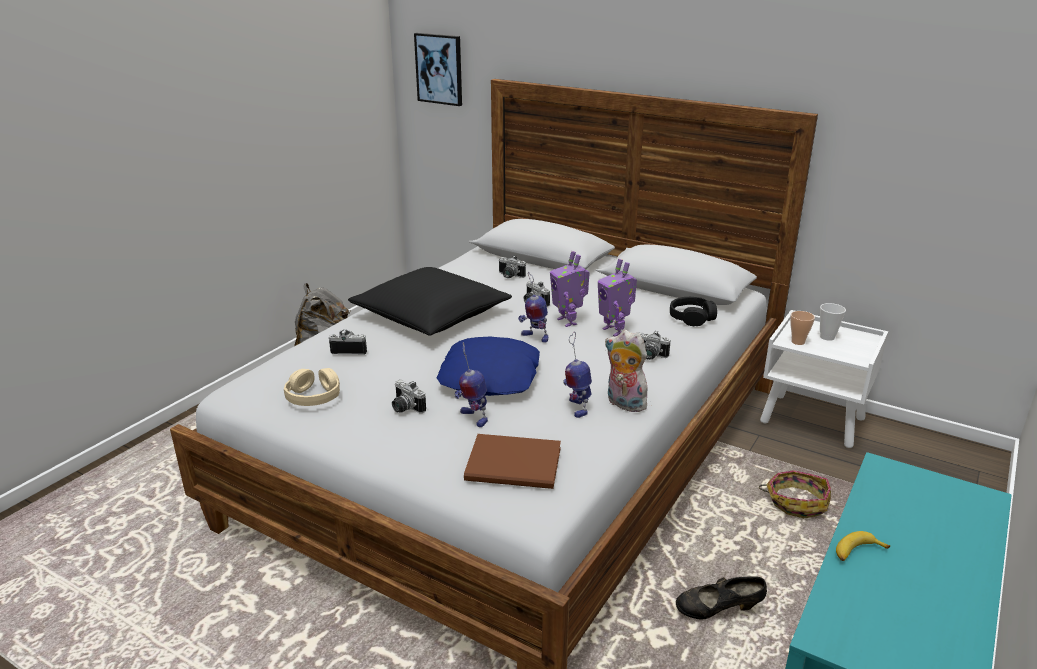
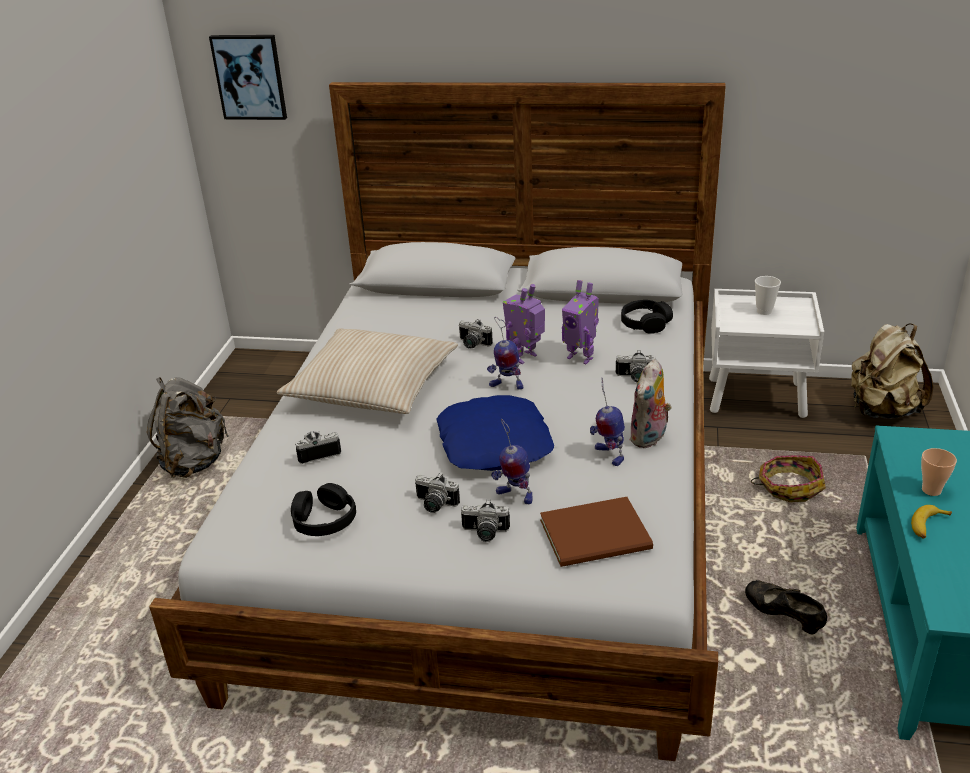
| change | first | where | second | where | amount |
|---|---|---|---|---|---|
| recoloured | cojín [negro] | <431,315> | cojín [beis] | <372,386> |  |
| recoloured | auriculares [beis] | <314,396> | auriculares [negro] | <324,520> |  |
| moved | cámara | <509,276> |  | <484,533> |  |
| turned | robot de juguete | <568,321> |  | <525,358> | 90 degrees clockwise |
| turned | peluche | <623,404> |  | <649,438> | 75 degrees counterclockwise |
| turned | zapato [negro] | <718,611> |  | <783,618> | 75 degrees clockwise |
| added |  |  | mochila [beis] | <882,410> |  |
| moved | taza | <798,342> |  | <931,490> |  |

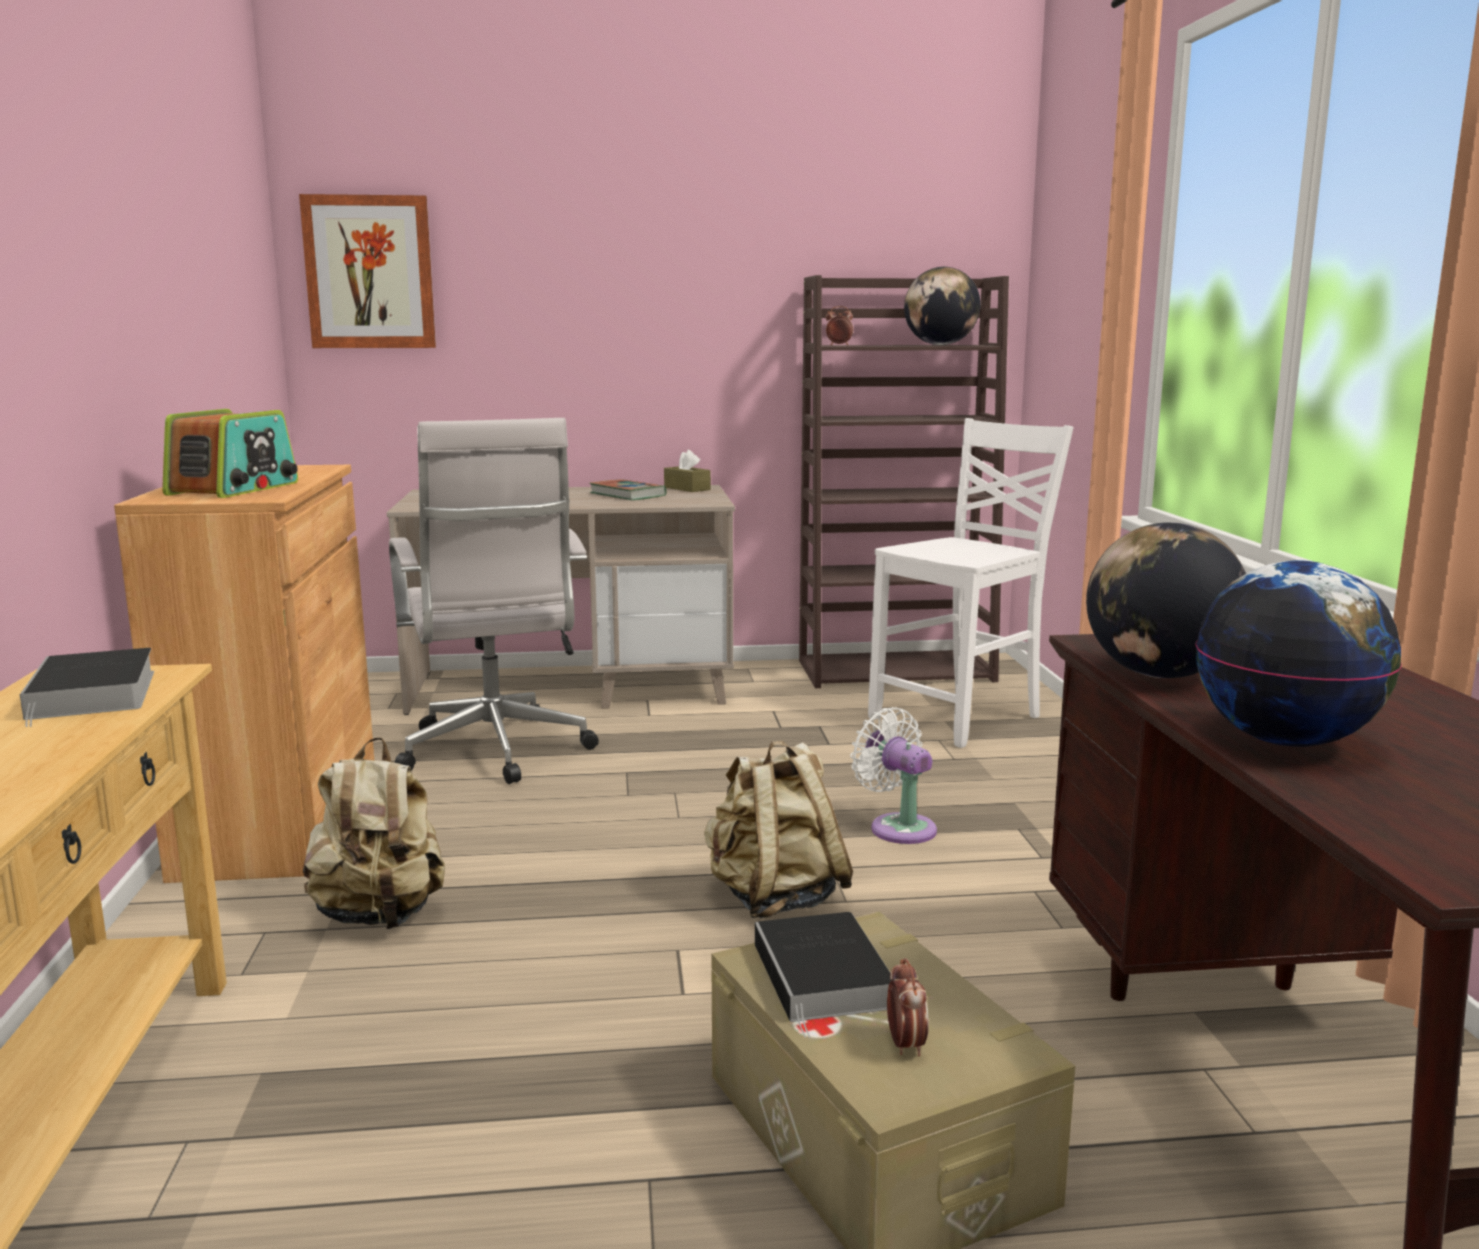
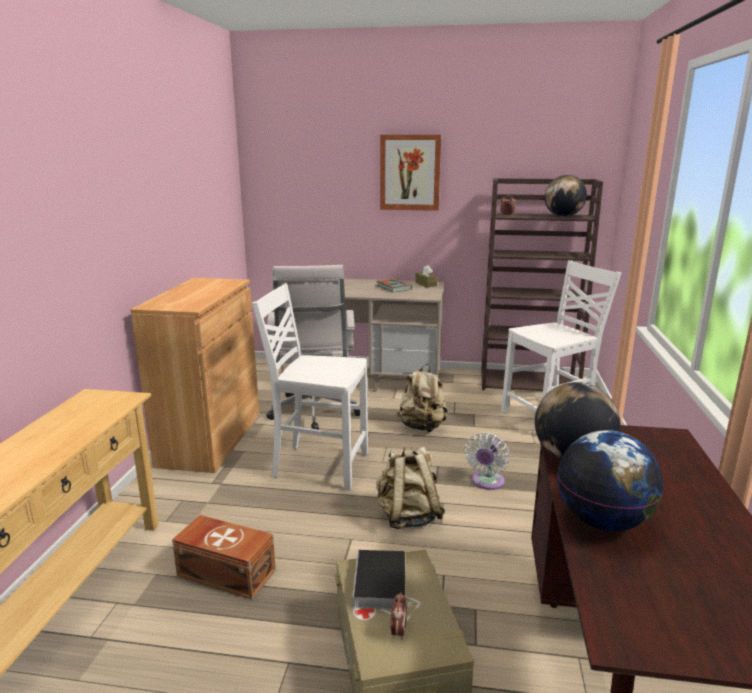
| change | first | where | second | where | amount |
|---|---|---|---|---|---|
| added |  |  | caja de almacenaje [marrón] | <226,572> |  |
| added |  |  | silla [blanco] | <319,465> |  |
| moved | cuadro | <369,272> |  | <410,172> |  |
| moved | mochila [beis] | <380,916> |  | <422,427> |  |
| turned | ventilador [blanco] | <898,827> |  | <487,482> | 135 degrees counterclockwise |
| removed | libro | <93,695> |  |  |  |
| removed | radio | <235,489> |  |  |  |

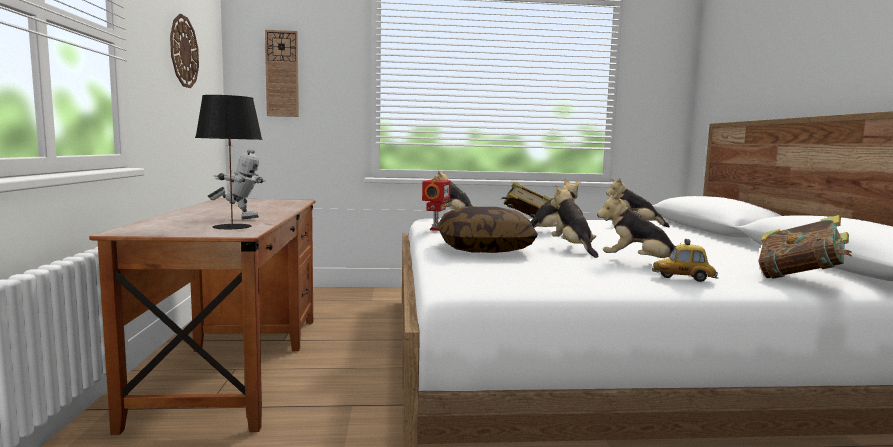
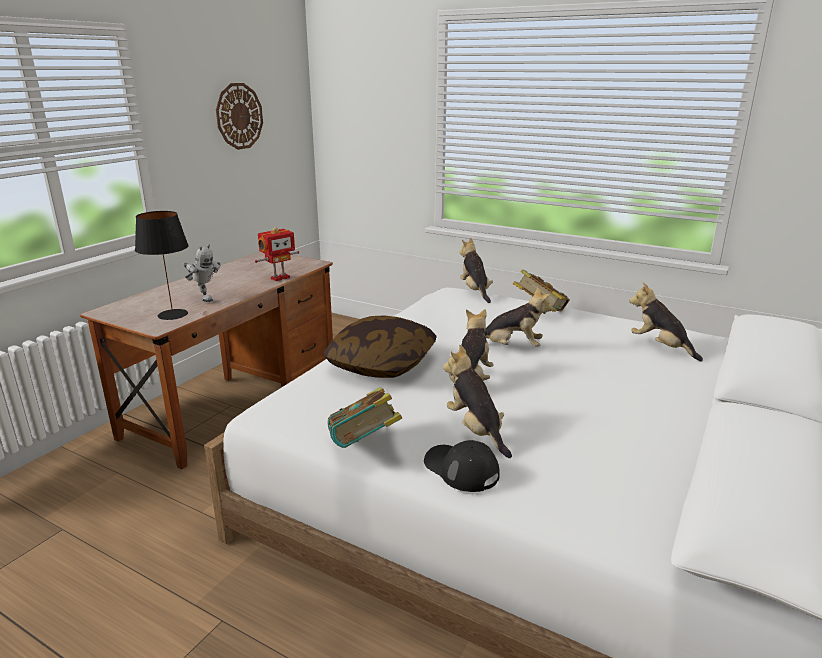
| change | first | where | second | where | amount |
|---|---|---|---|---|---|
| moved | robot de juguete | <436,229> |  | <279,278> |  |
| moved | libro | <799,279> |  | <364,446> |  |
| replaced | coche de juguete | <683,278> | gorra [negro] | <461,469> |  |
| removed | reloj de pared | <282,74> |  |  |  |

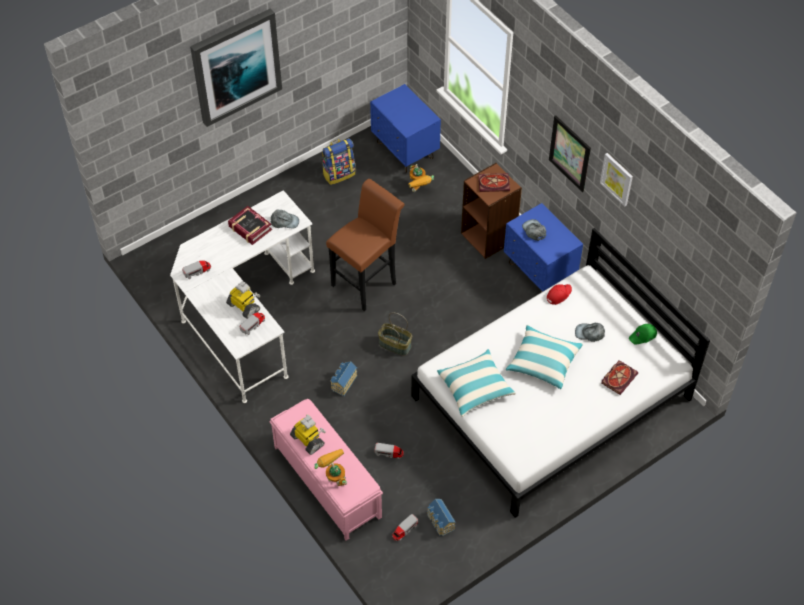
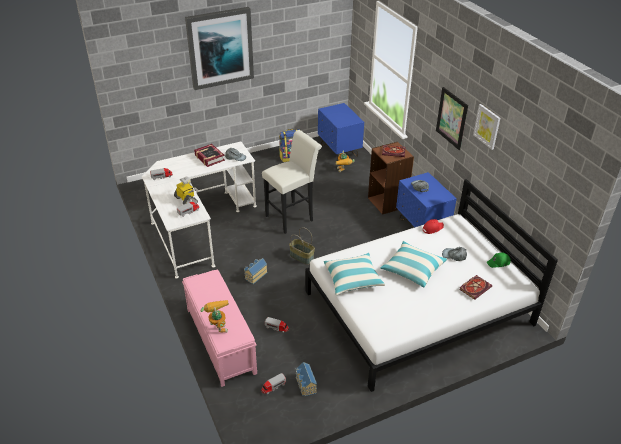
| change | first | where | second | where | amount |
|---|---|---|---|---|---|
| recoloured | taburete [marrón] | <367,282> | taburete [blanco] | <292,217> |  |
| removed | robot de juguete | <308,440> |  |  |  |

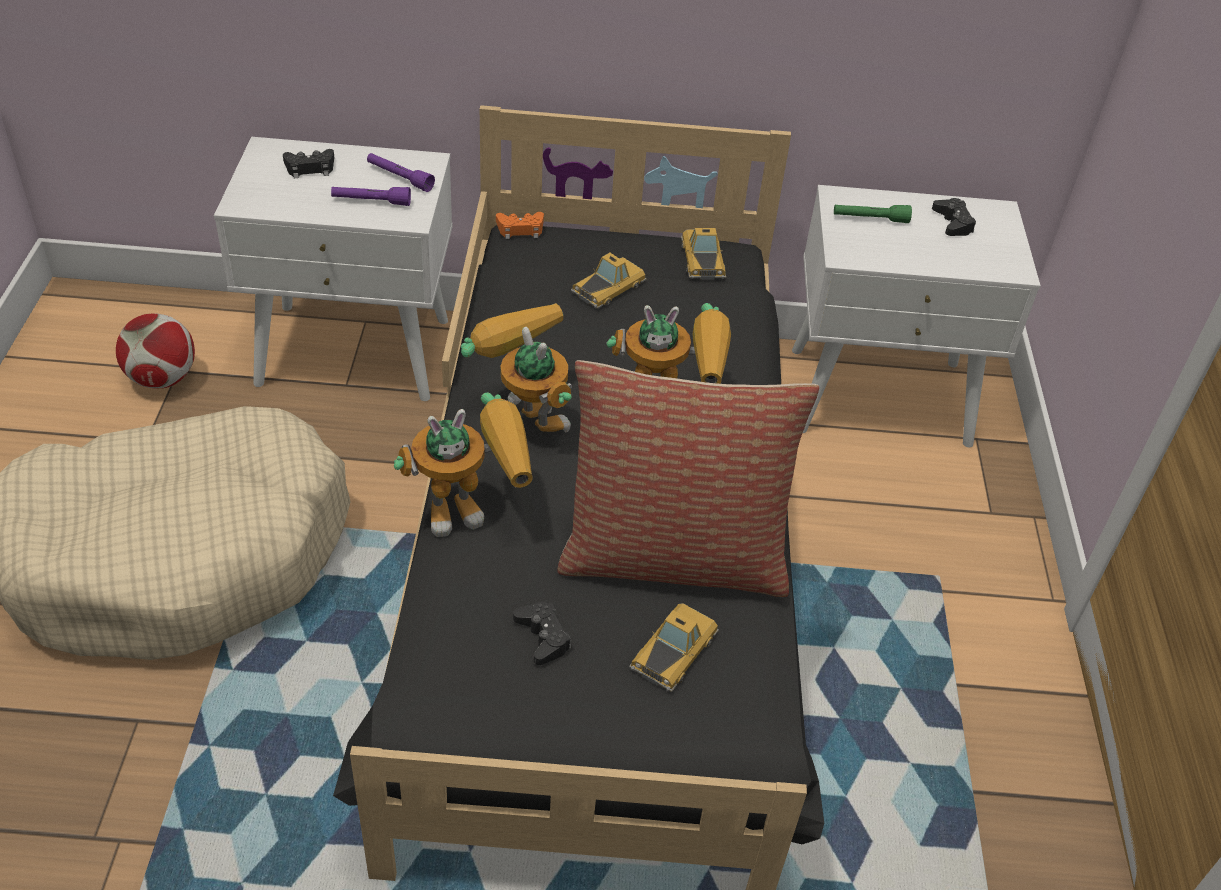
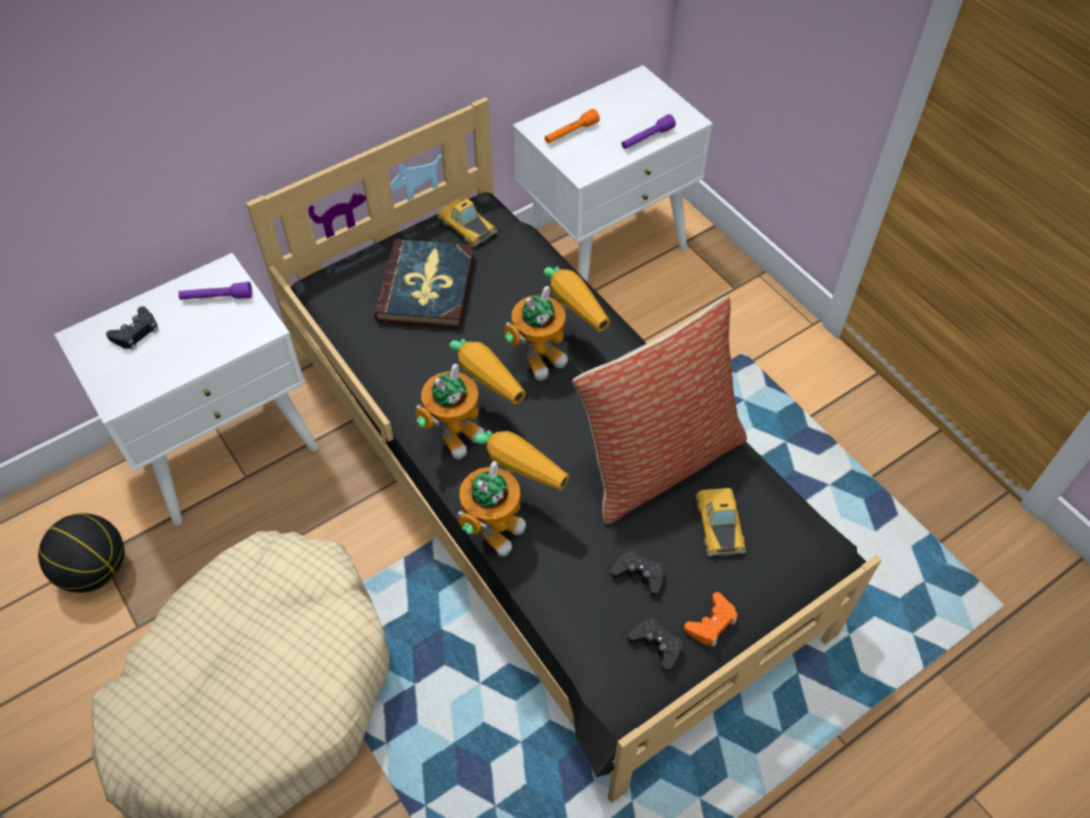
| change | first | where | second | where | amount |
|---|---|---|---|---|---|
| replaced | balón de fútbol | <162,378> | balón de baloncesto | <95,569> |  |
| replaced | coche de juguete | <609,287> | libro | <427,287> |  |
| turned | robot de juguete | <524,414> |  | <470,425> | 120 degrees clockwise |
| recoloured | linterna [verde] | <870,219> | linterna [naranja] | <571,133> |  |
| moved | linterna [morado] | <371,201> |  | <647,138> |  |
| moved | mando de consola [negro] | <952,223> |  | <657,645> |  |
| moved | mando de consola [naranja] | <520,229> |  | <711,623> |  |

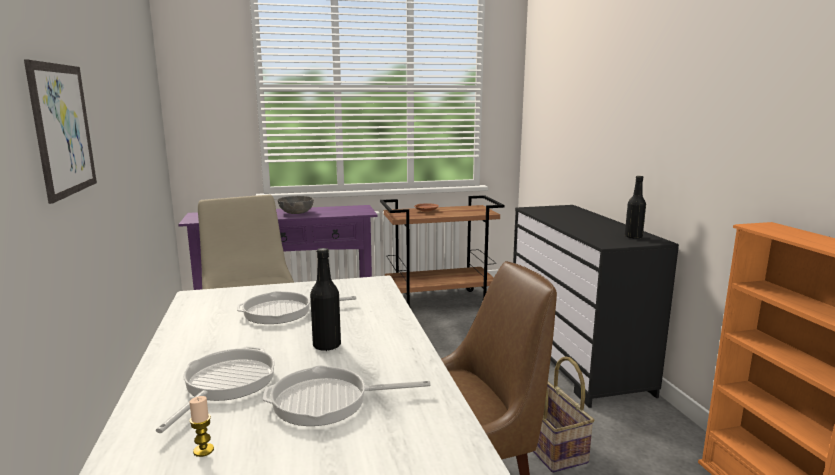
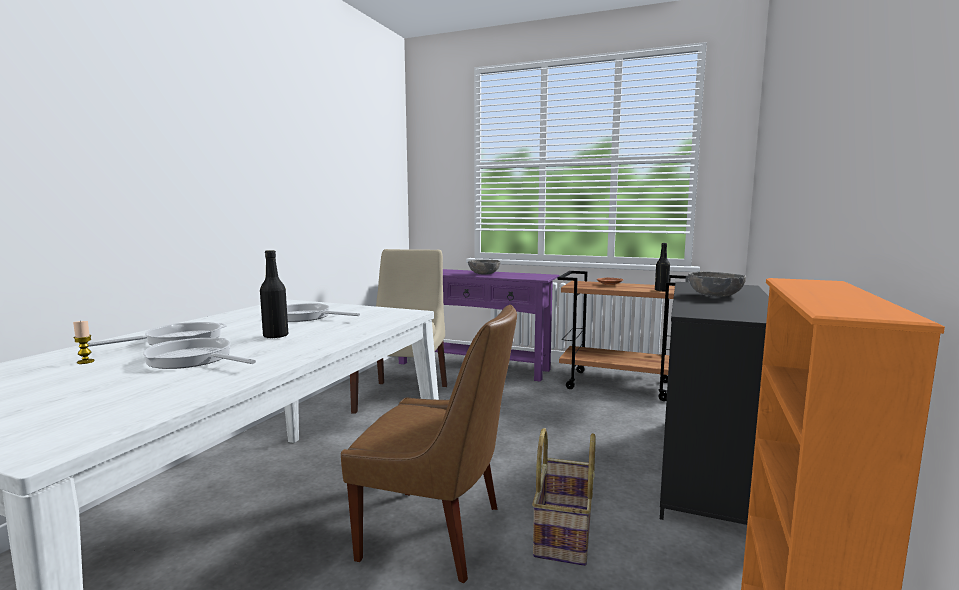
| change | first | where | second | where | amount |
|---|---|---|---|---|---|
| moved | botella [negro] | <633,237> |  | <661,290> |  |
| added |  |  | cuenco [gris] | <715,295> |  |
| removed | cuadro | <63,129> |  |  |  |

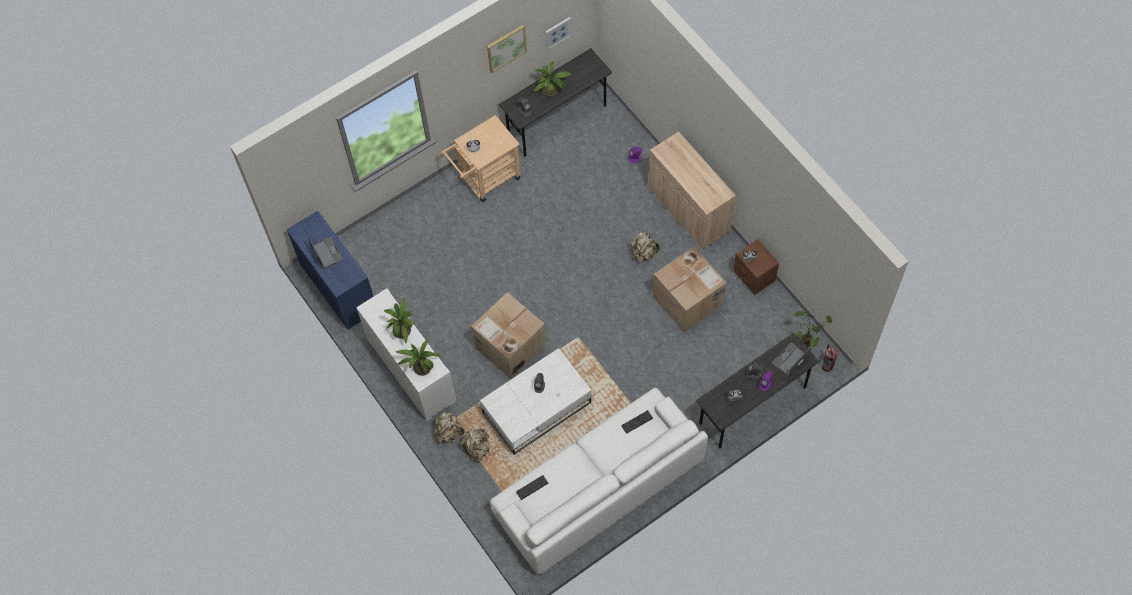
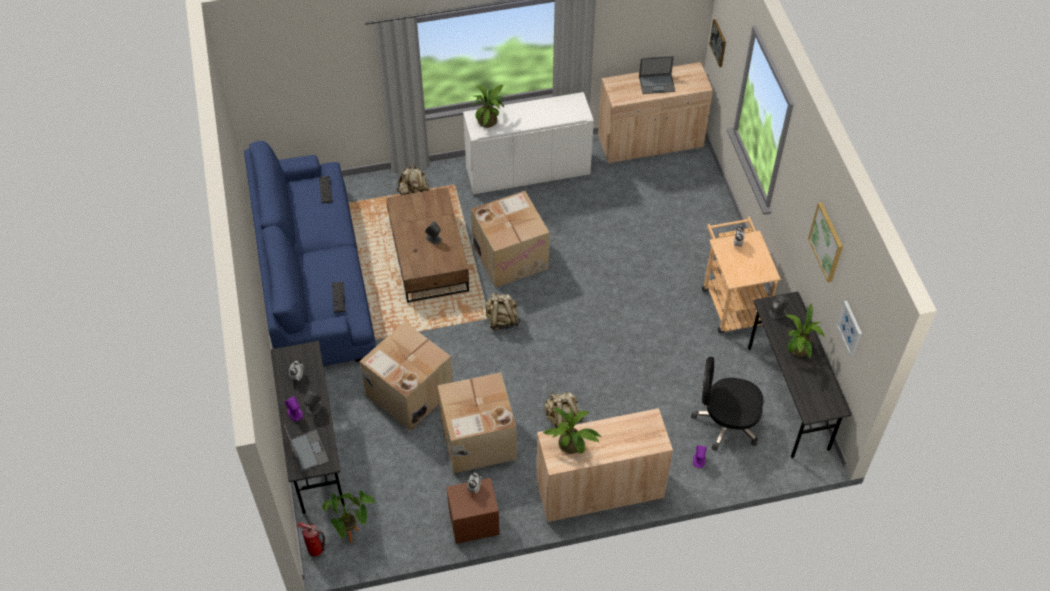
| change | first | where | second | where | amount |
|---|---|---|---|---|---|
| recoloured | sofá [blanco] | <598,487> | sofá [azul] | <313,277> |  |
| added |  |  | caja de cartón | <408,393> |  |
| recoloured | mesa de centro [blanco] | <536,408> | mesa de centro [marrón] | <428,255> |  |
| moved | mochila [beis] | <449,432> |  | <501,320> |  |
| moved | planta en maceta | <403,329> |  | <572,446> |  |
| recoloured | armario [azul] | <339,287> | armario [beis] | <650,142> |  |
| added |  |  | silla de oficina [negro] | <725,422> |  |
| added |  |  | cuadro | <718,43> |  |

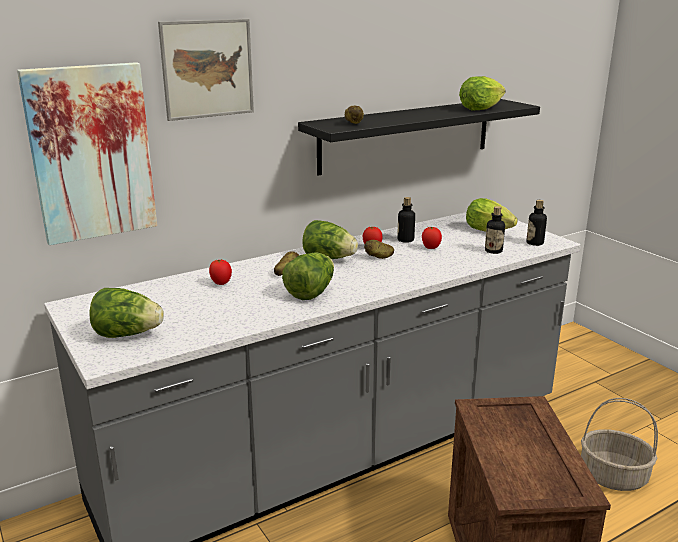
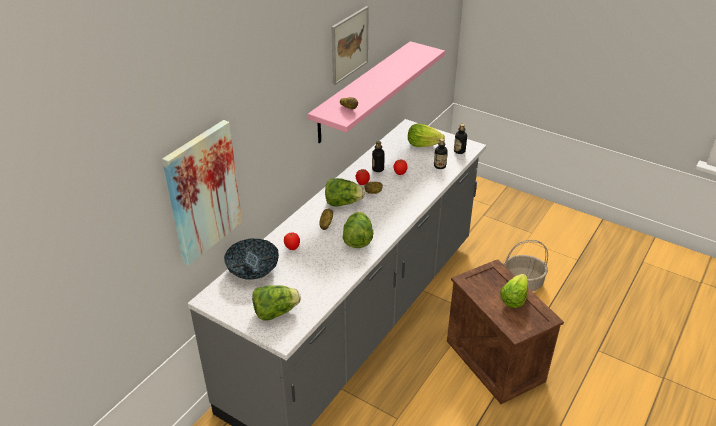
| change | first | where | second | where | amount |
|---|---|---|---|---|---|
| added |  |  | cuenco | <253,270> |  |
| recoloured | estante [negro] | <407,135> | estante [rosa] | <363,91> |  |
| moved | cuadro | <207,69> |  | <349,45> |  |
| moved | lechuga | <480,109> |  | <513,299> |  |

